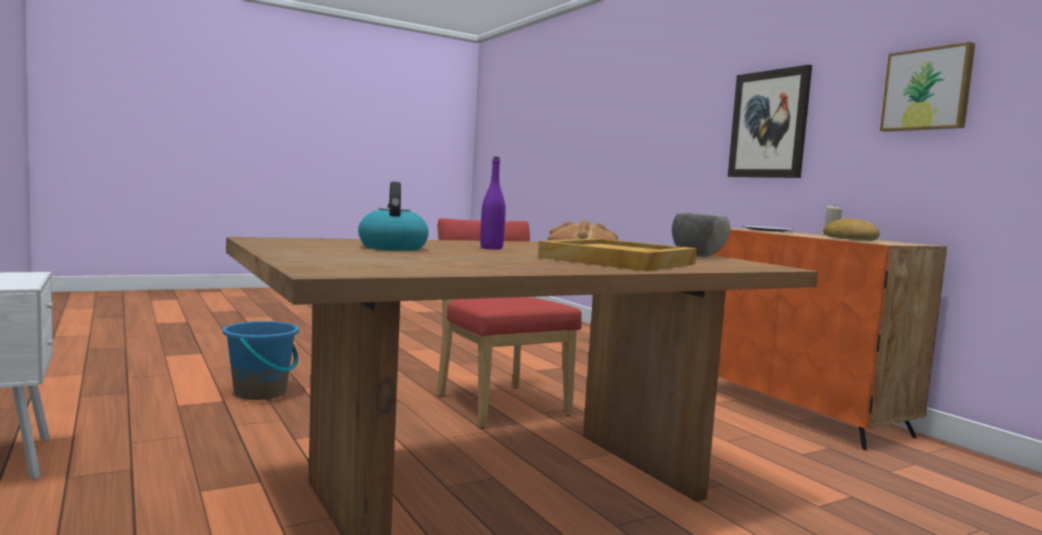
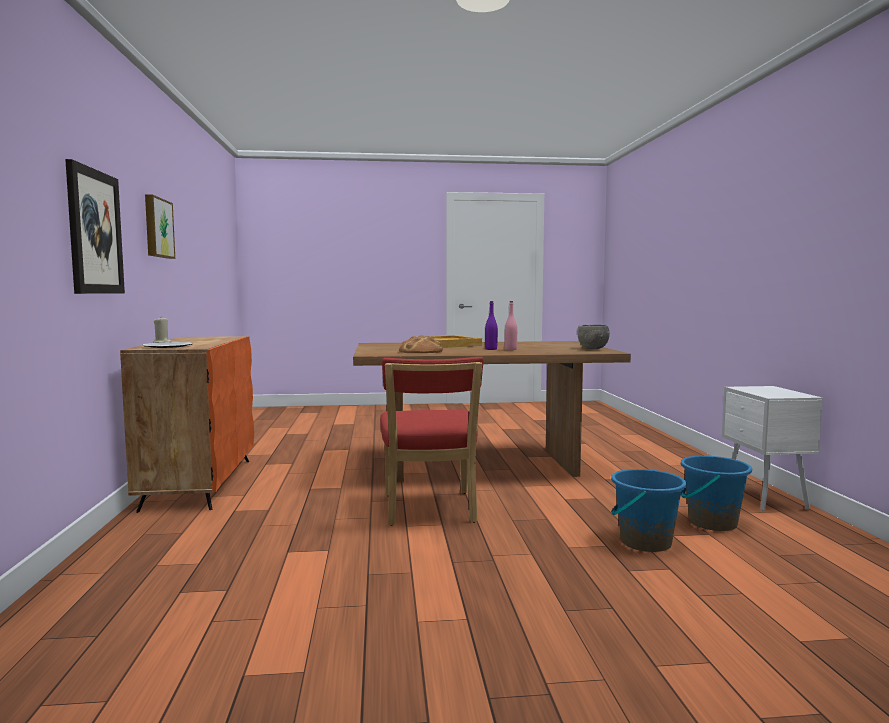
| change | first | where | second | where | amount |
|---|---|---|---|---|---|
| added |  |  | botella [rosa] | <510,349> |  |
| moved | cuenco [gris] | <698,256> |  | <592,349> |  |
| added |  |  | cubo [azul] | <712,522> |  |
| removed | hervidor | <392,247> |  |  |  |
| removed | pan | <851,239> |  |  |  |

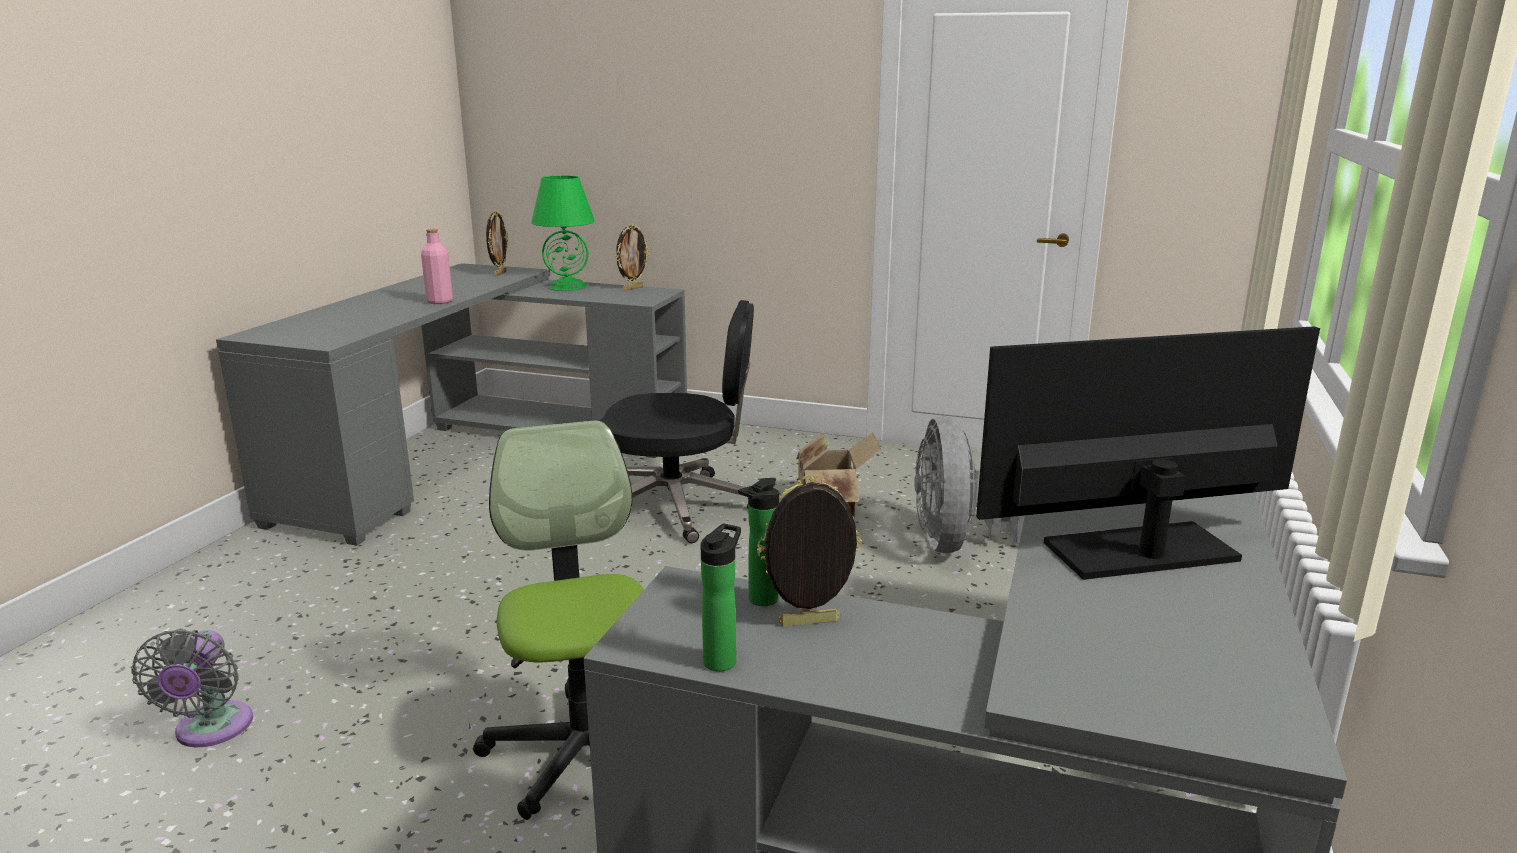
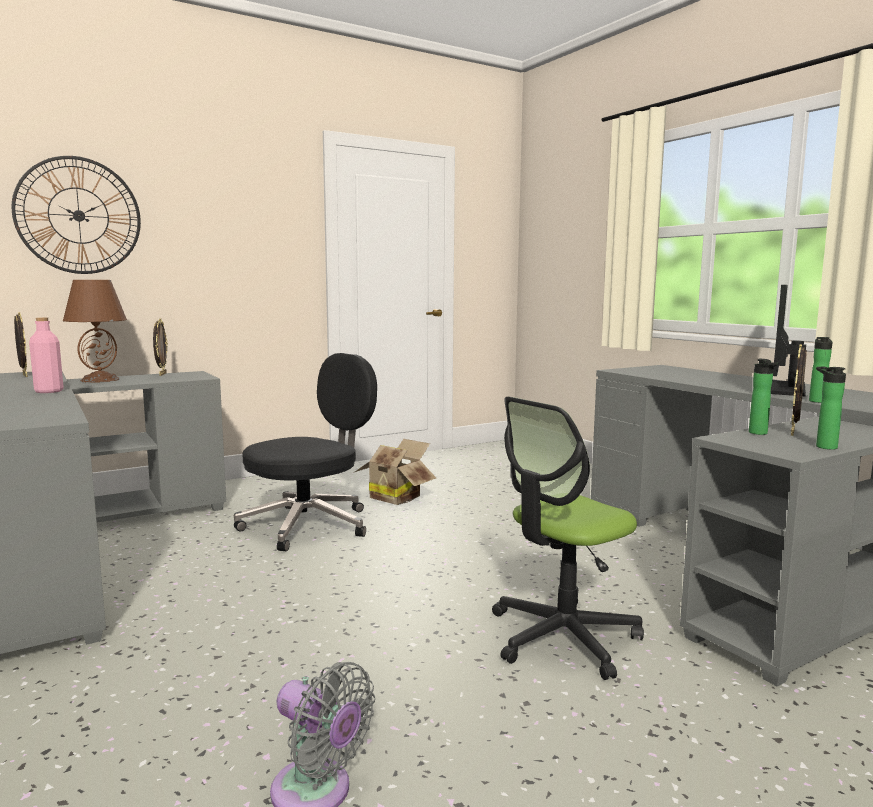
| change | first | where | second | where | amount |
|---|---|---|---|---|---|
| added |  |  | reloj de pared | <78,215> |  |
| recoloured | lámpara de mesa [verde] | <567,286> | lámpara de mesa [marrón] | <100,379> |  |
| turned | silla de oficina | <583,750> |  | <562,637> | 60 degrees counterclockwise |
| added |  |  | botella | <817,401> |  |
| removed | ventilador [gris] | <956,543> |  |  |  |

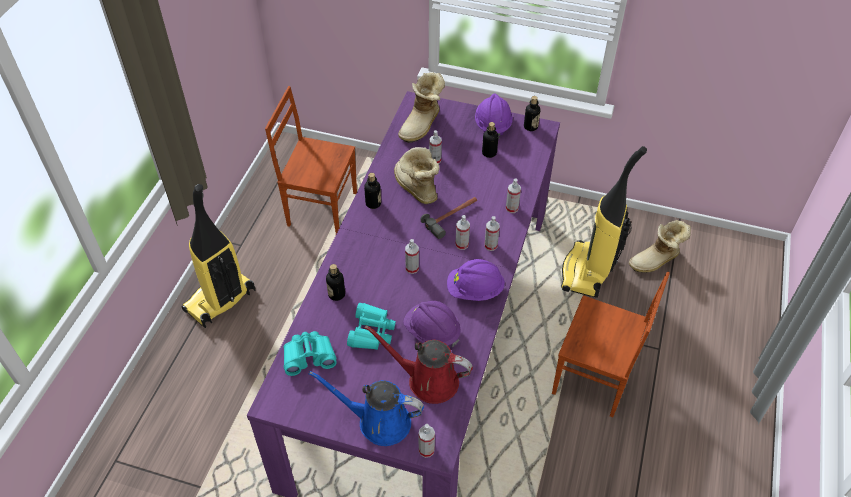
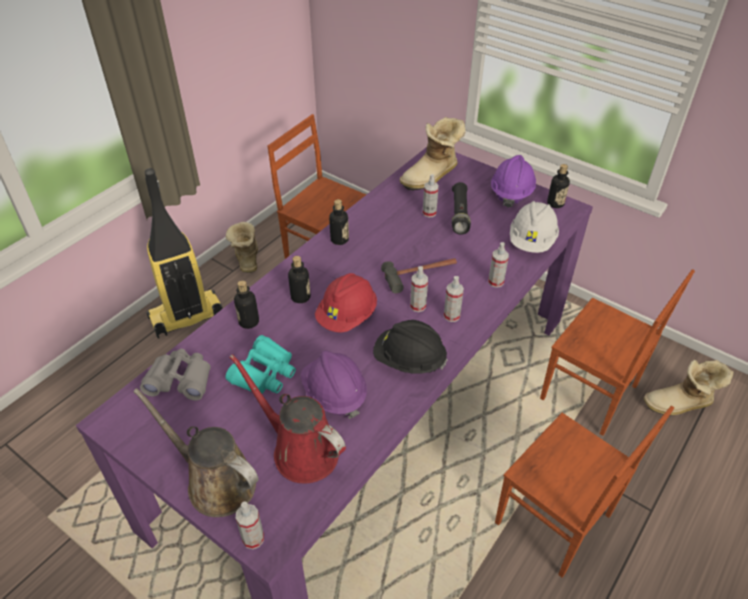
| change | first | where | second | where | amount |
|---|---|---|---|---|---|
| recoloured | regadera [azul] | <379,421> | regadera [marrón] | <216,482> |  |
| recoloured | prismáticos [turquesa] | <309,356> | prismáticos [gris] | <180,380> |  |
| moved | bota | <415,189> |  | <246,259> |  |
| moved | botella | <489,153> |  | <300,297> |  |
| replaced | pulverizador | <412,268> | casco [rojo] | <347,316> |  |
| recoloured | casco [morado] | <474,290> | casco [negro] | <409,360> |  |
| added |  |  | linterna [negro] | <459,214> |  |
| added |  |  | casco [blanco] | <532,241> |  |
| replaced | aspiradora | <587,272> | silla [marrón] | <589,394> |  |

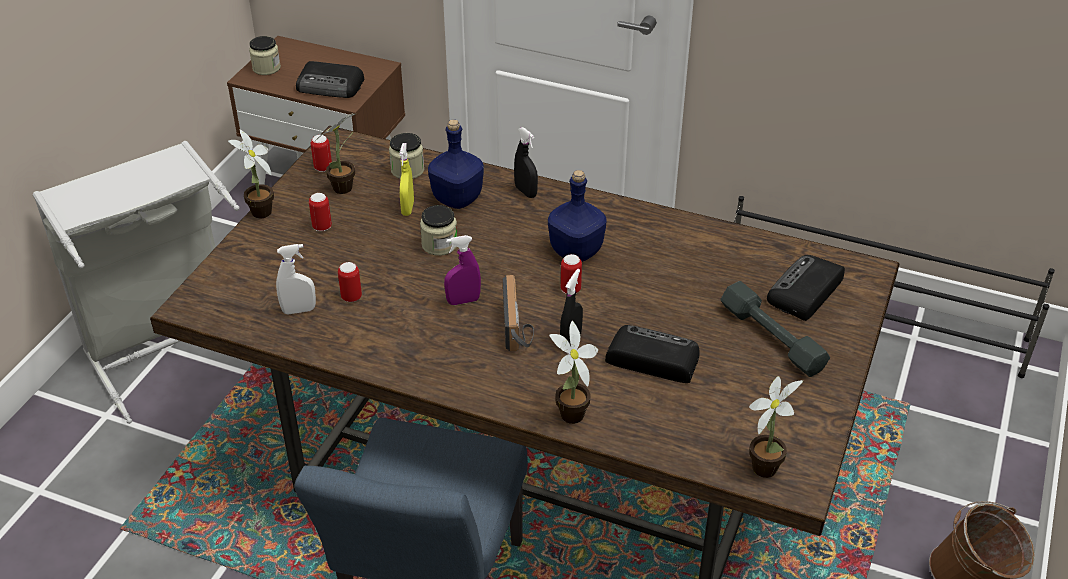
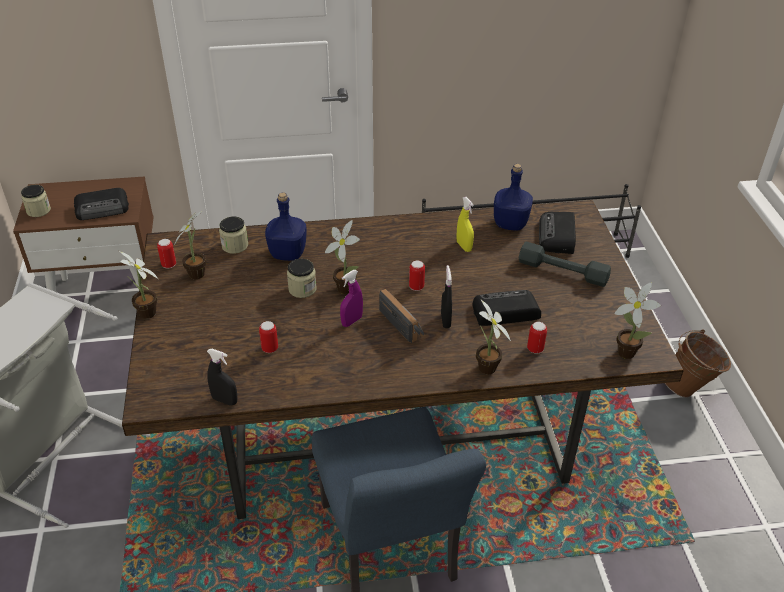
| change | first | where | second | where | amount |
|---|---|---|---|---|---|
| moved | pulverizador [negro] | <526,192> |  | <225,400> |  |
| added |  |  | planta en maceta | <344,287> |  |
| moved | pulverizador [amarillo] | <407,208> |  | <464,246> |  |
| moved | botella [azul] | <577,252> |  | <511,224> |  |
| moved | lata | <322,227> |  | <535,349> |  |
| removed | pulverizador [blanco] | <299,310> |  |  |  |

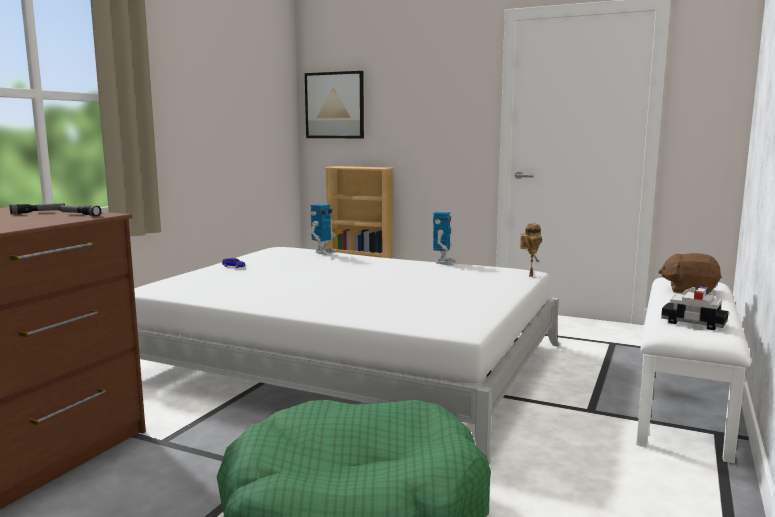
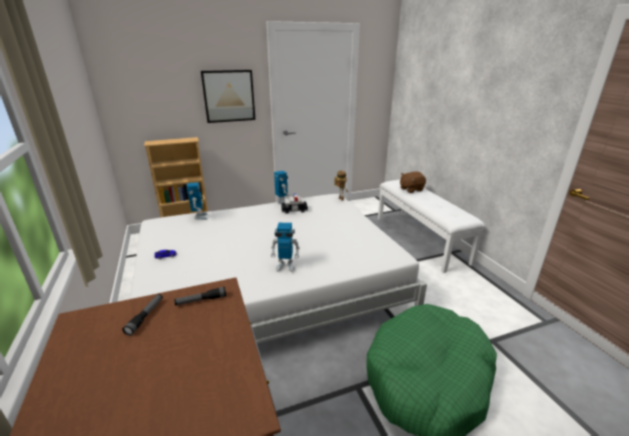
| change | first | where | second | where | amount |
|---|---|---|---|---|---|
| moved | cuadro | <334,105> |  | <229,96> |  |
| added |  |  | robot de juguete | <285,266> |  |
| moved | coche de juguete | <693,323> |  | <294,210> |  |

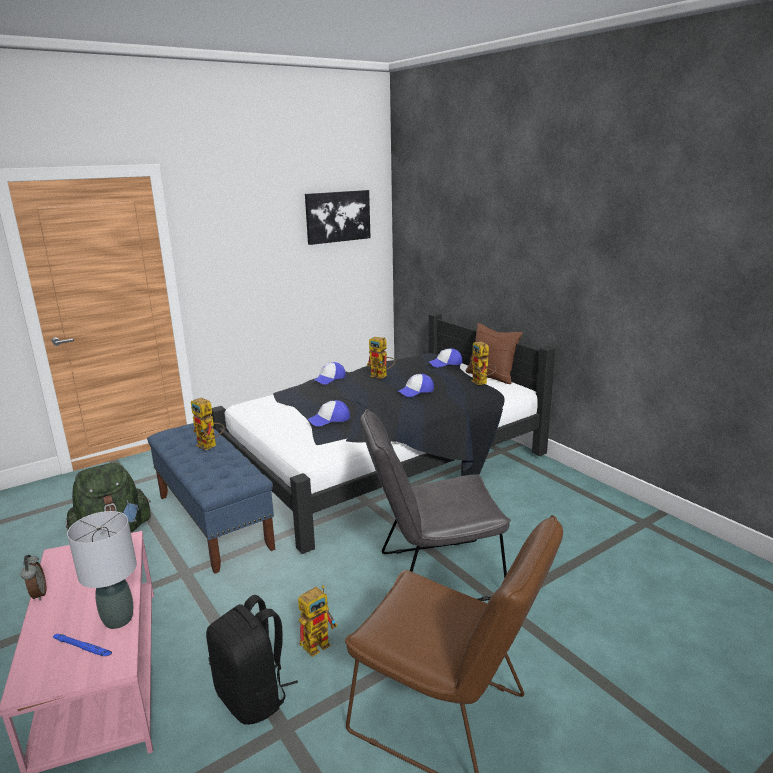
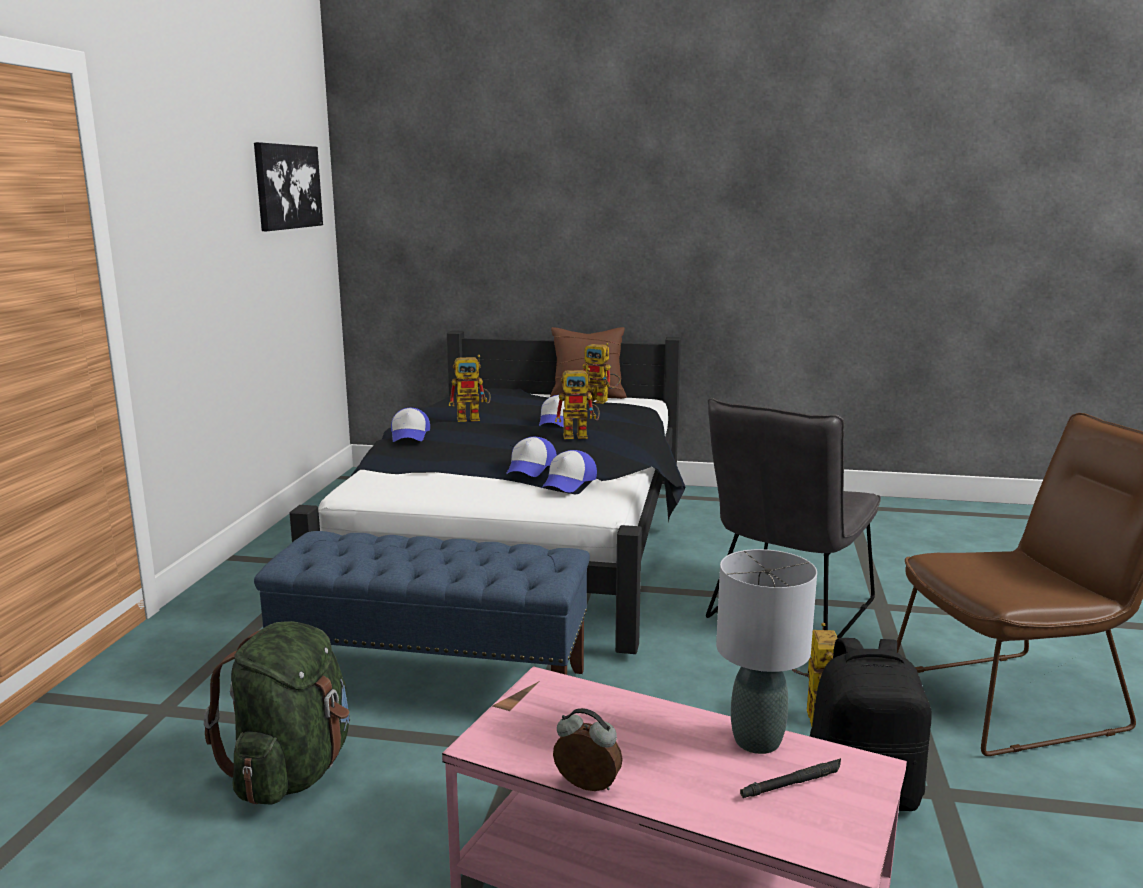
| change | first | where | second | where | amount |
|---|---|---|---|---|---|
| moved | gorra | <446,363> |  | <569,483> |  |
| moved | robot de juguete | <210,446> |  | <581,435> |  |
| recoloured | linterna [azul] | <82,647> | linterna [negro] | <792,783> |  |

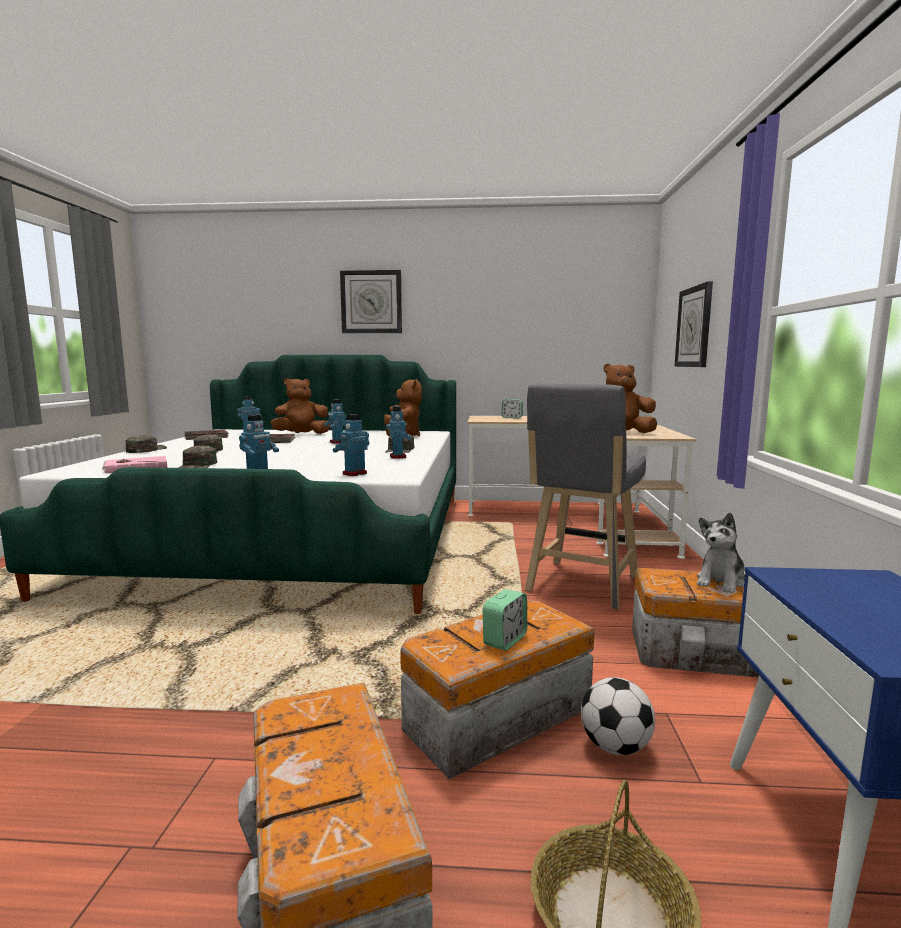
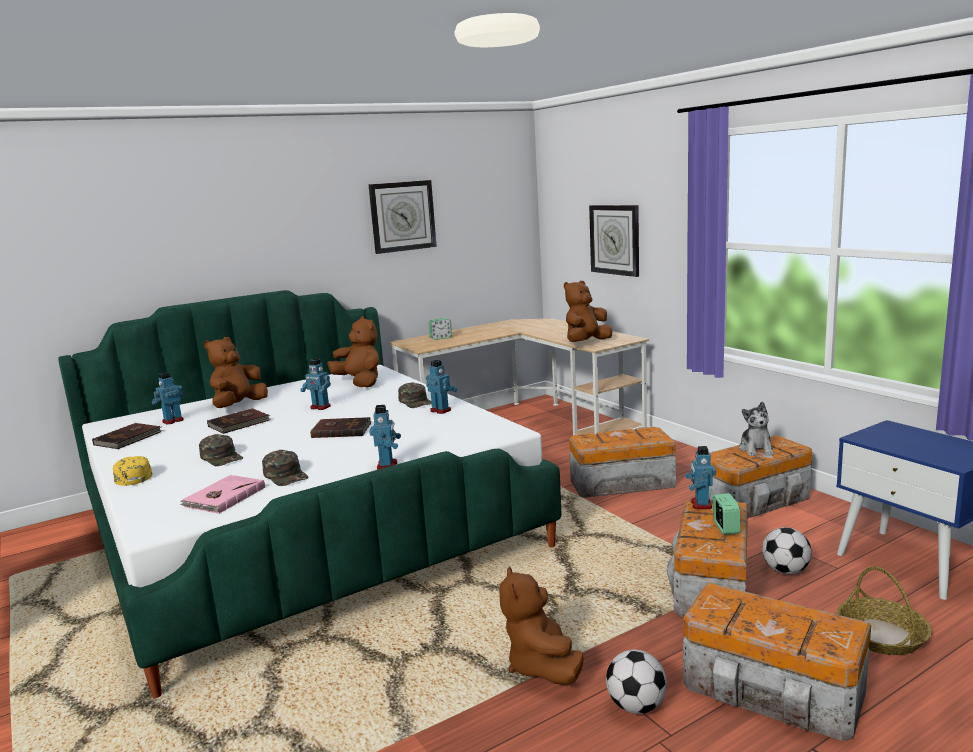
| change | first | where | second | where | amount |
|---|---|---|---|---|---|
| recoloured | gorra [verde] | <146,450> | gorra [amarillo] | <132,476> |  |
| added |  |  | libro [marrón] | <341,430> |  |
| moved | reloj de pared | <371,302> |  | <402,216> |  |
| added |  |  | peluche [marrón] | <541,666> |  |
| replaced | taburete [gris] | <580,586> | caja de almacenaje | <619,483> |  |
| added |  |  | balón de fútbol | <636,706> |  |
| moved | robot de juguete | <354,473> |  | <700,504> |  |

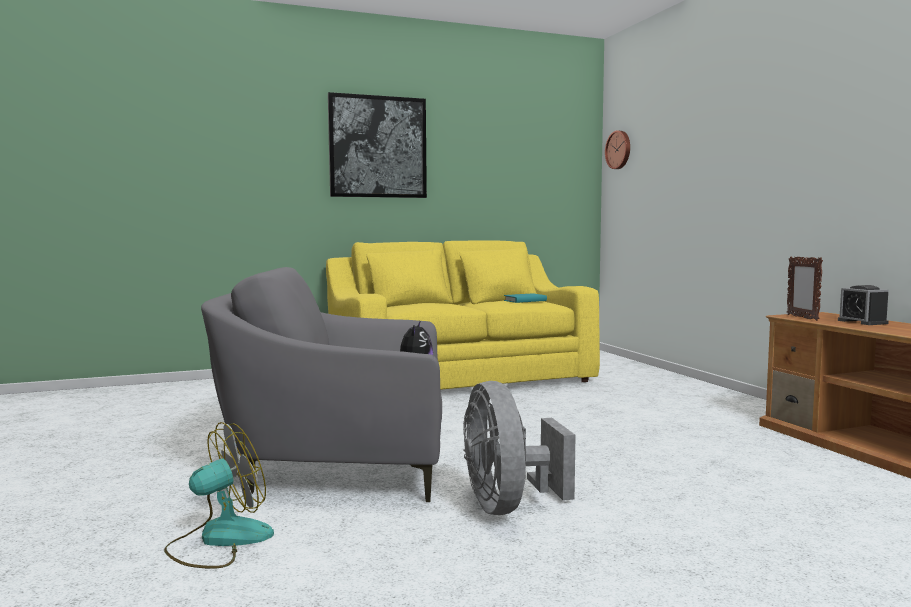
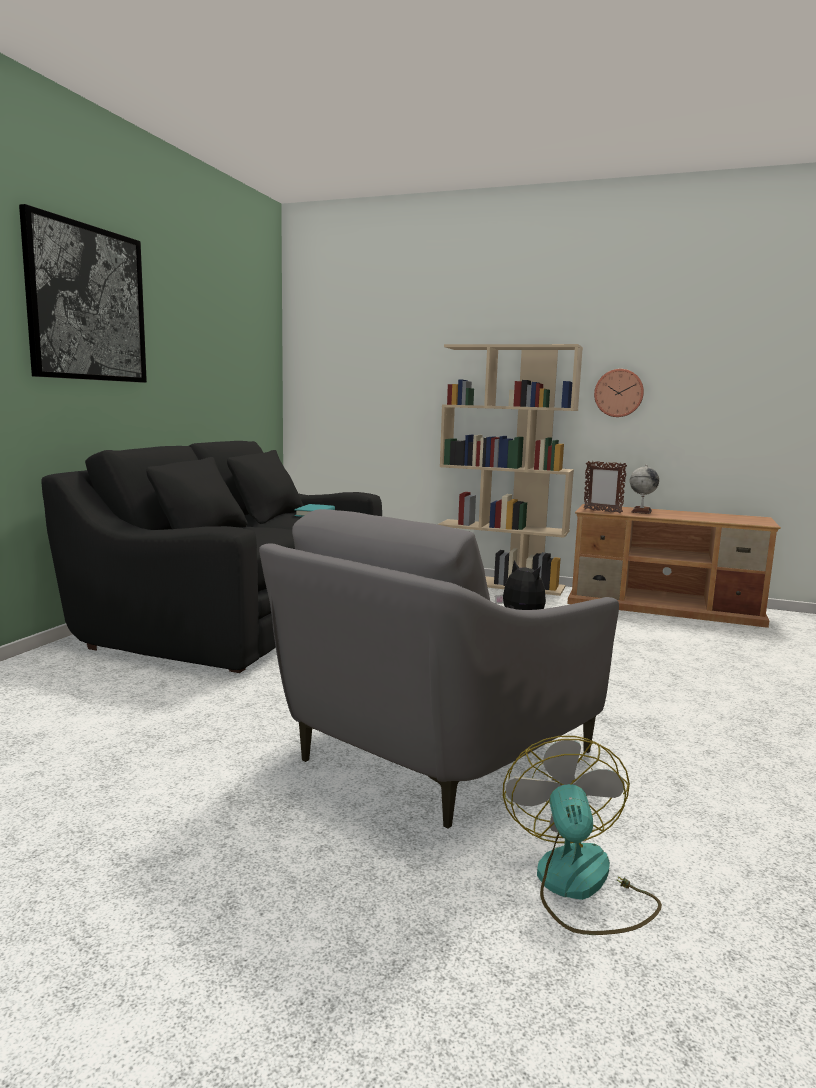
| change | first | where | second | where | amount |
|---|---|---|---|---|---|
| recoloured | sofá [amarillo] | <459,376> | sofá [negro] | <241,615> |  |
| added |  |  | estantería [beis] | <500,584> |  |
| moved | reloj de pared | <619,150> |  | <619,393> |  |
| replaced | despertador | <862,322> | globo terráqueo | <641,511> |  |
| removed | ventilador [gris] | <508,506> |  |  |  |

